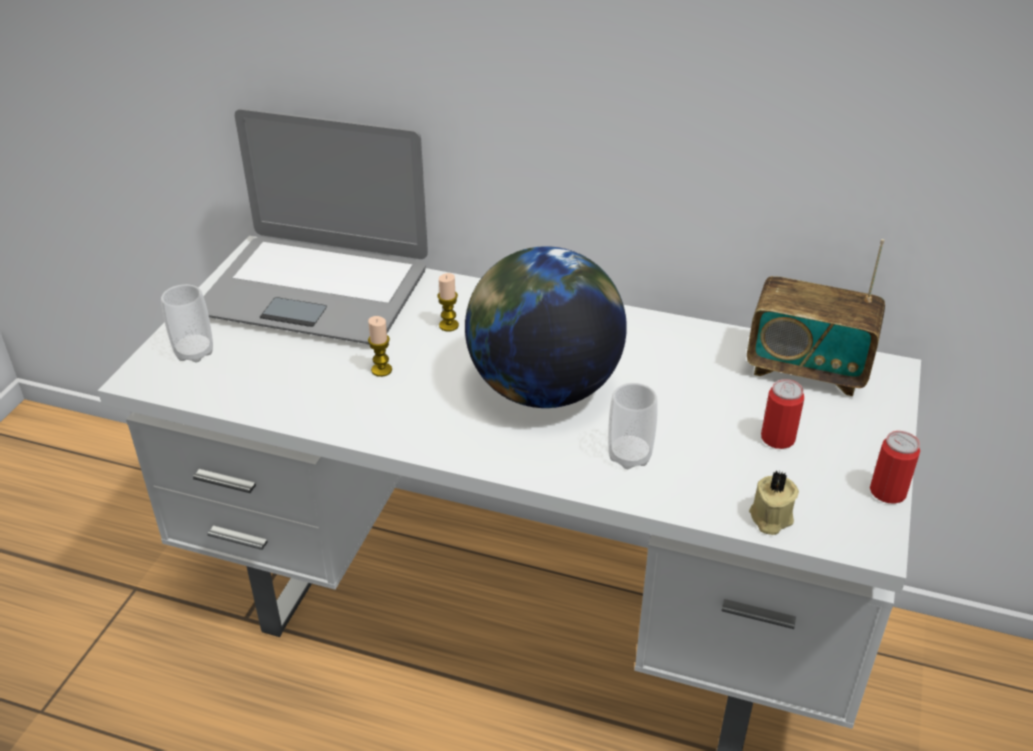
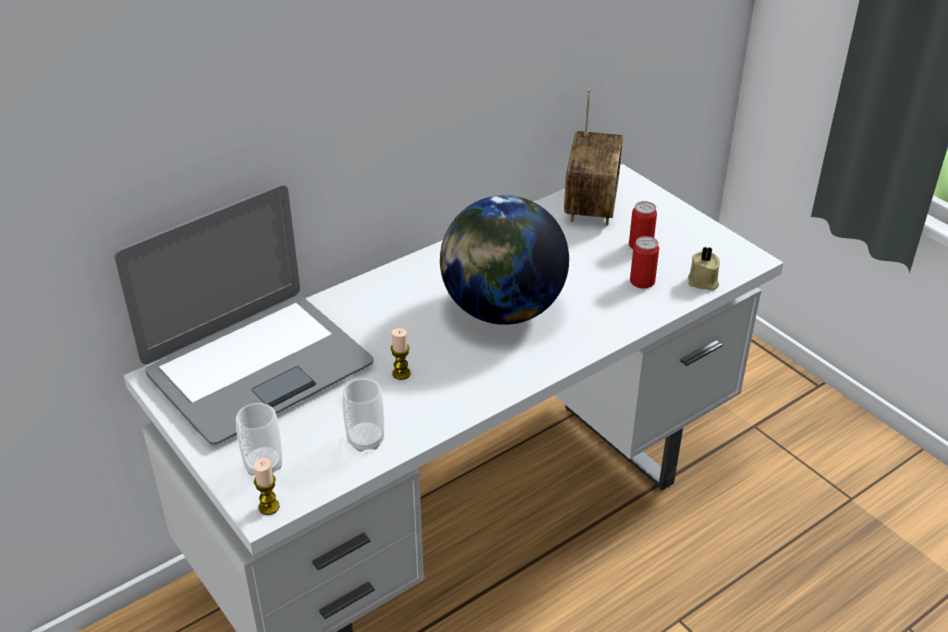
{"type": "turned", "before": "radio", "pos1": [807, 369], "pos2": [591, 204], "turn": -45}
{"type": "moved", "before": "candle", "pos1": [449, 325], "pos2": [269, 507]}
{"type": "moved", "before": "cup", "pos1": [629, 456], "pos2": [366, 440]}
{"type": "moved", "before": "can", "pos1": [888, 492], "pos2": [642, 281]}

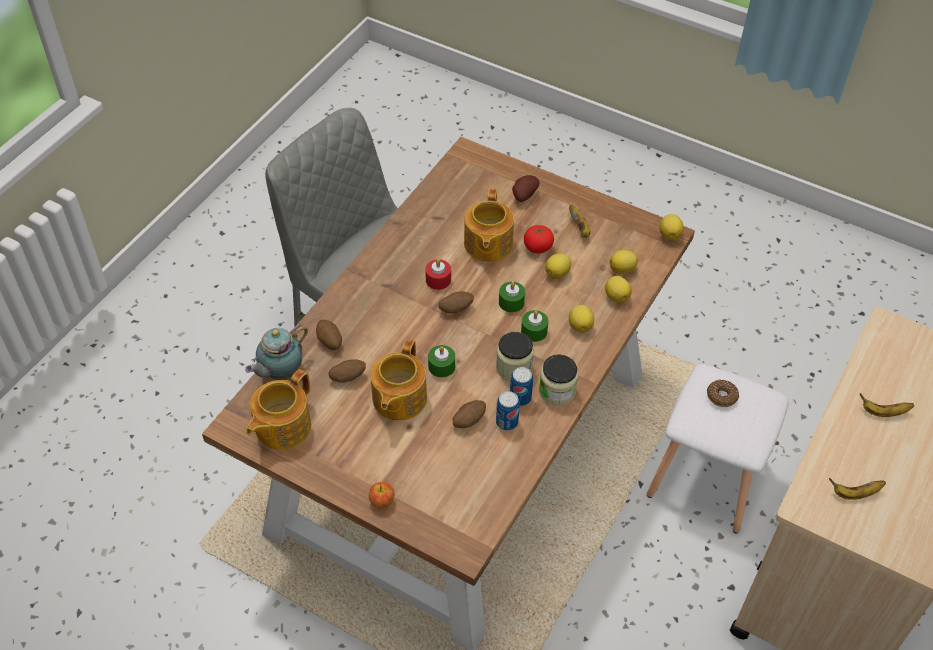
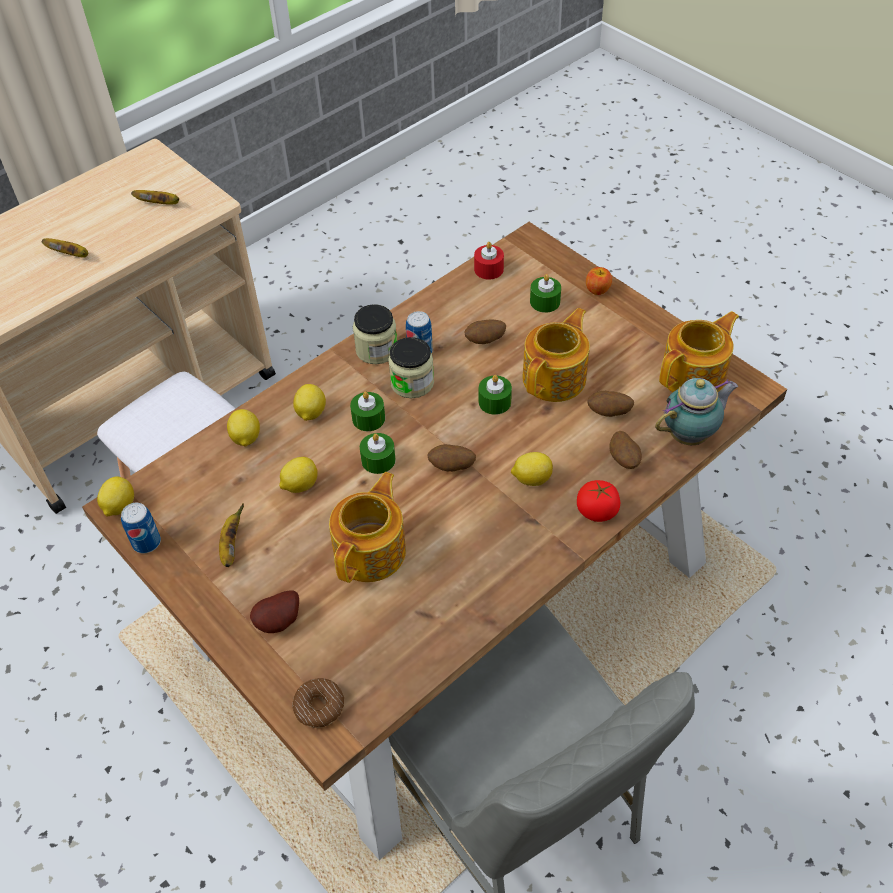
{"type": "moved", "before": "tomato", "pos1": [538, 247], "pos2": [597, 511]}
{"type": "moved", "before": "lemon", "pos1": [623, 270], "pos2": [531, 478]}
{"type": "moved", "before": "candle/red", "pos1": [438, 280], "pos2": [488, 269]}
{"type": "moved", "before": "donut", "pos1": [721, 396], "pos2": [319, 706]}
{"type": "moved", "before": "can", "pos1": [507, 422], "pos2": [146, 542]}
{"type": "added", "after": "candle/green", "pos2": [545, 302]}

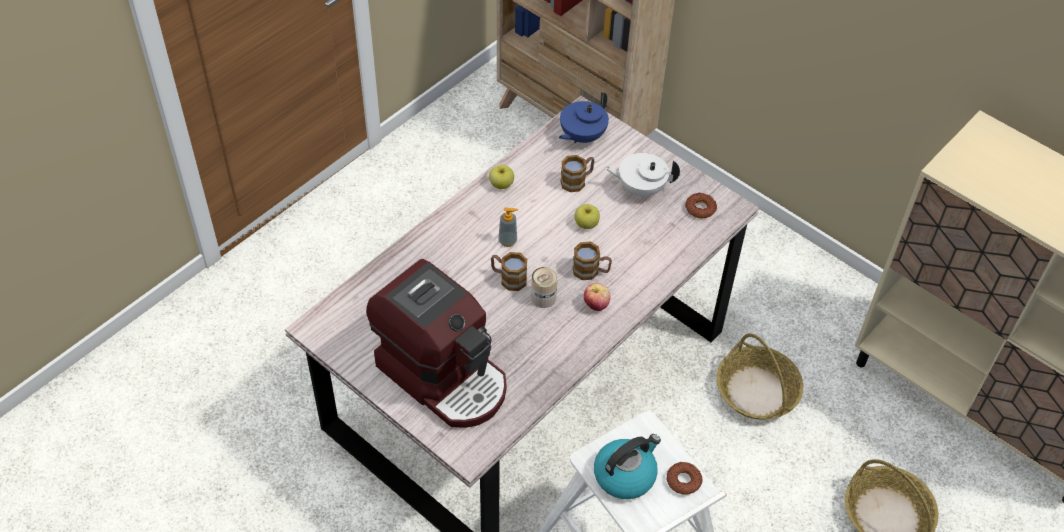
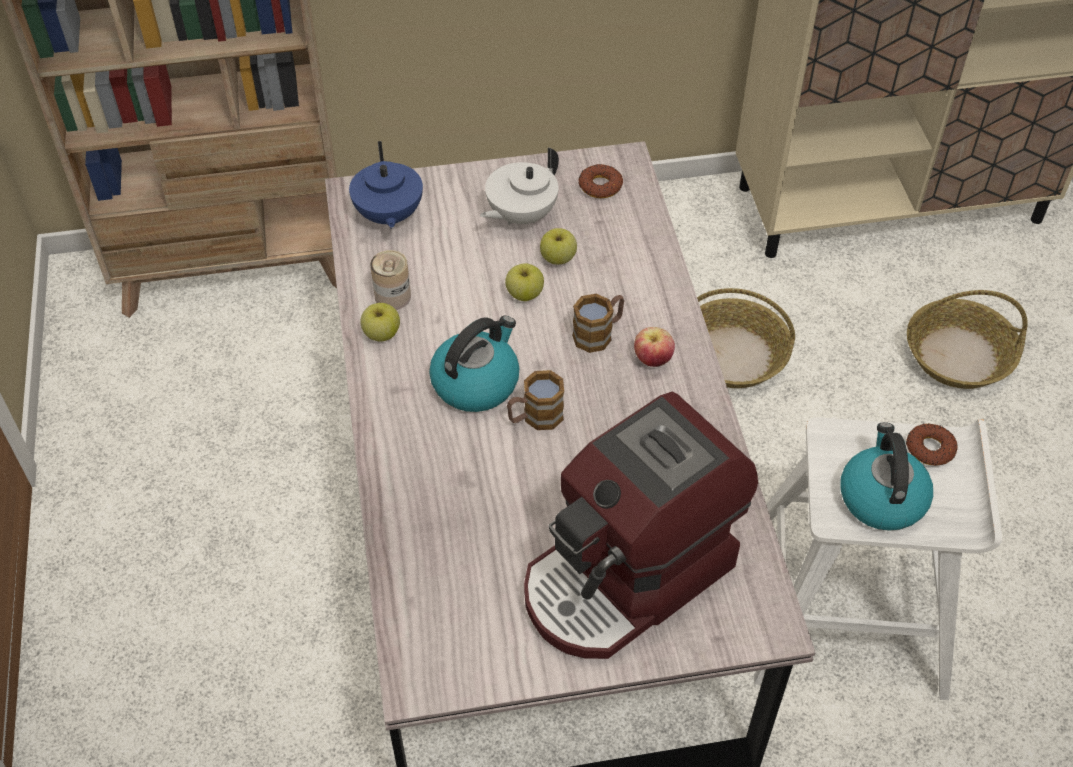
{"type": "removed", "before": "mug", "pos1": [577, 181]}
{"type": "replaced", "before": "soap dispenser", "after": "kettle", "pos1": [507, 241], "pos2": [476, 382]}
{"type": "turned", "before": "coffee machine", "pos1": [444, 375], "pos2": [628, 577], "turn": 150}
{"type": "moved", "before": "can", "pos1": [543, 297], "pos2": [393, 296]}
{"type": "added", "after": "apple", "pos2": [558, 258]}

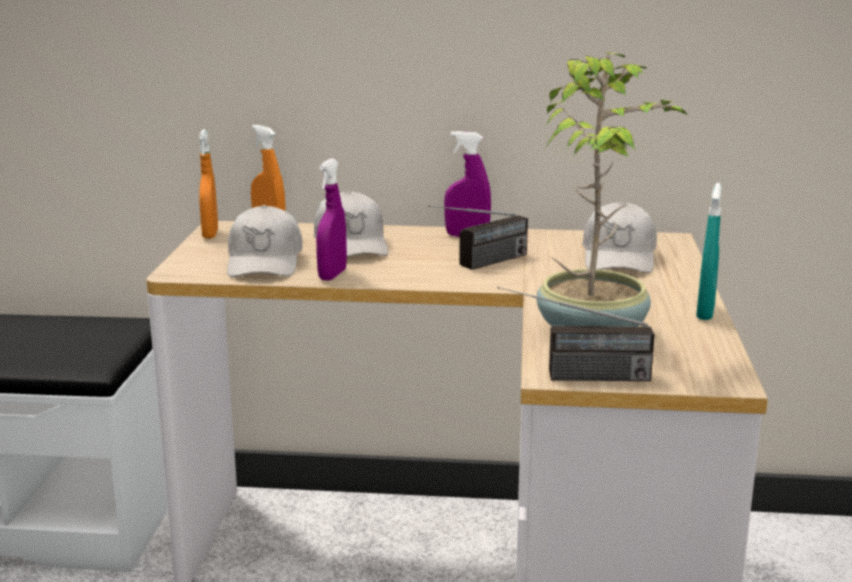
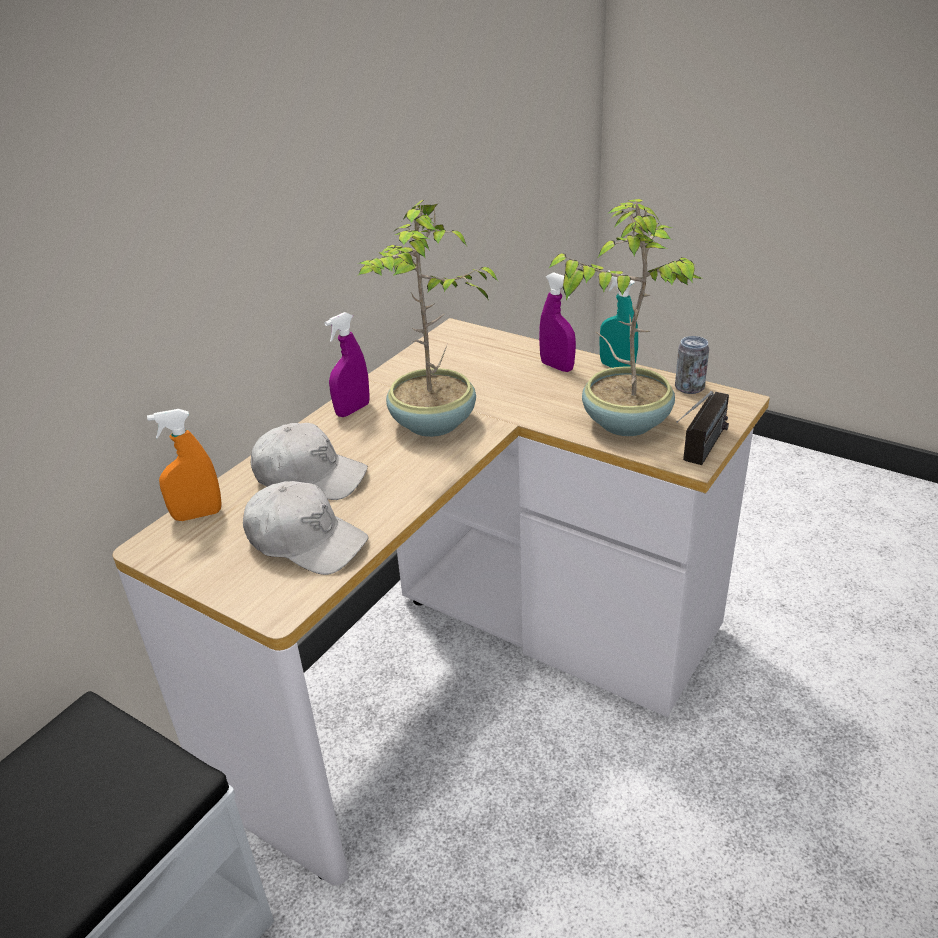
{"type": "removed", "before": "spray bottle/orange", "pos1": [210, 234]}
{"type": "moved", "before": "spray bottle/purple", "pos1": [332, 275], "pos2": [557, 367]}
{"type": "removed", "before": "cap/white", "pos1": [619, 258]}
{"type": "replaced", "before": "radio", "after": "potted plant", "pos1": [479, 264], "pos2": [433, 424]}
{"type": "added", "after": "can", "pos2": [689, 387]}

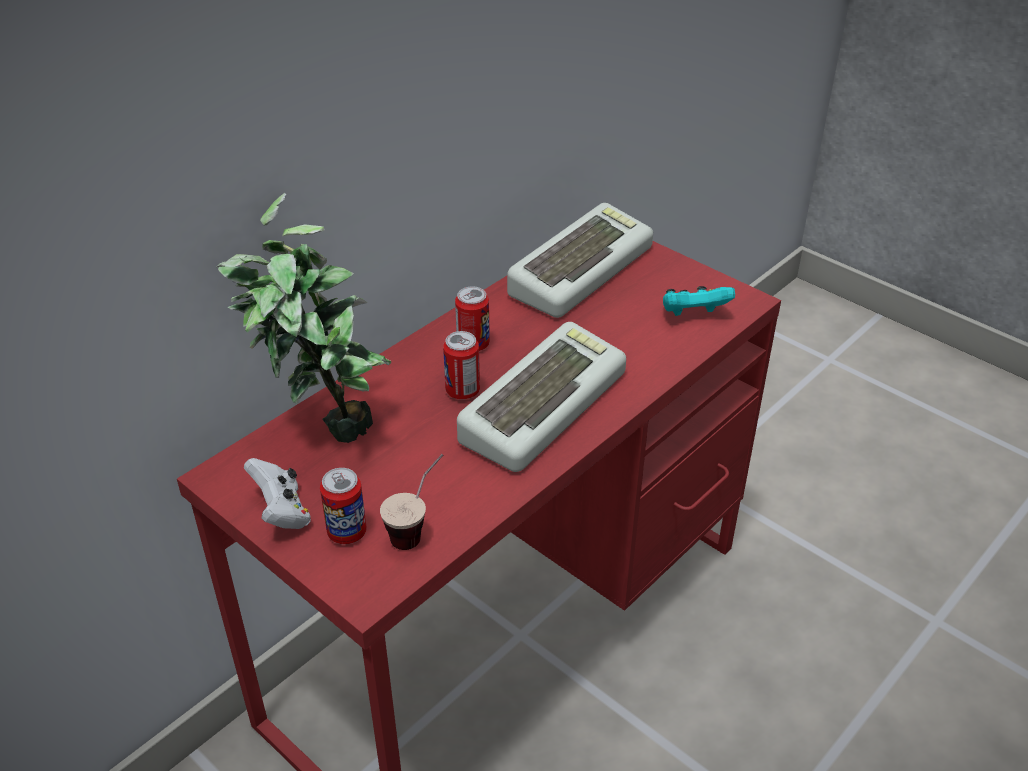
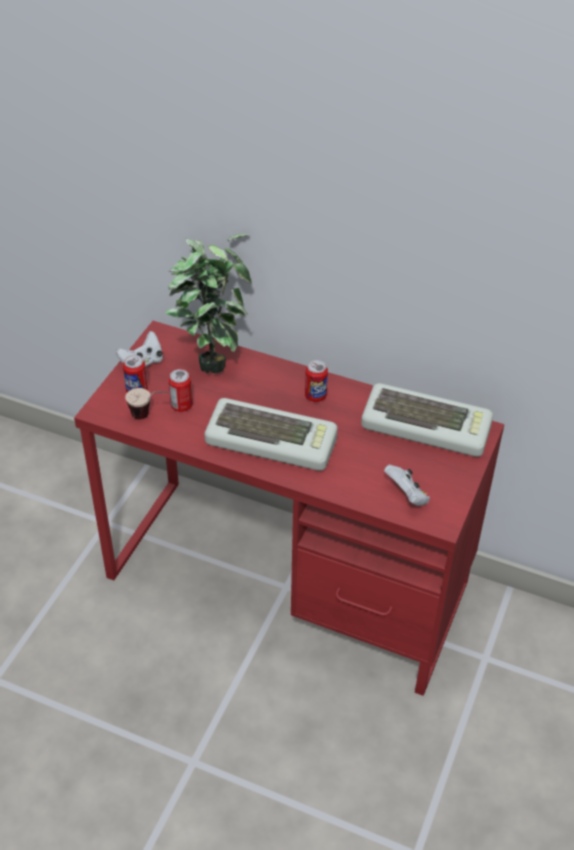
{"type": "recoloured", "before": "game controller/turquoise", "after": "game controller/white", "pos1": [693, 315], "pos2": [407, 496]}
{"type": "moved", "before": "can", "pos1": [462, 391], "pos2": [181, 406]}

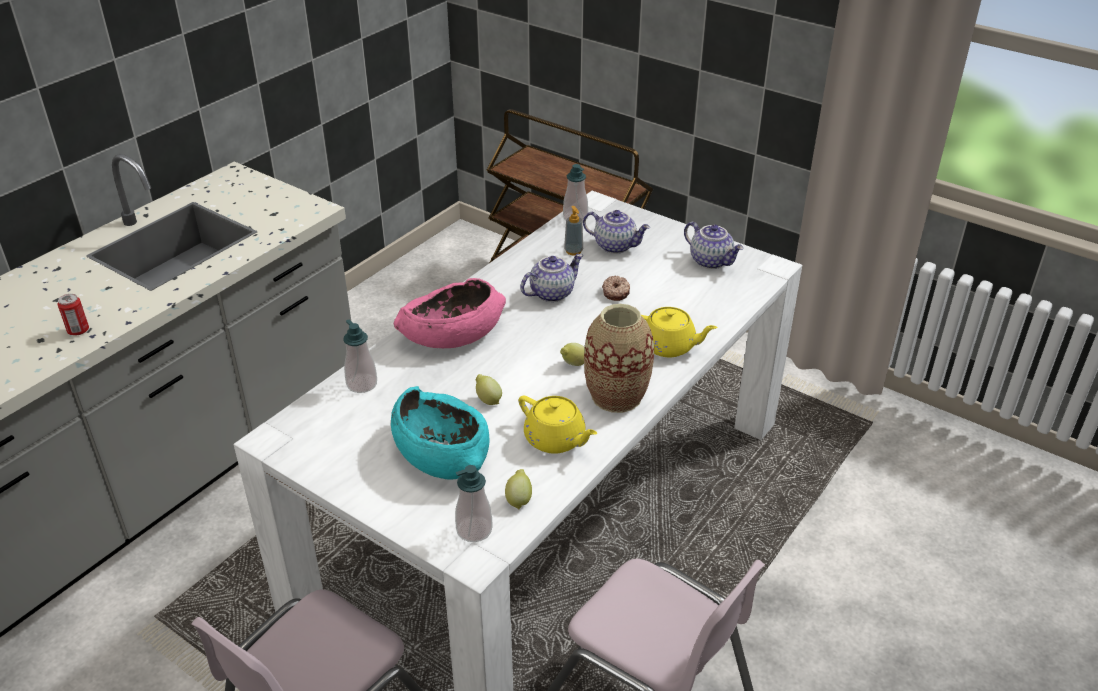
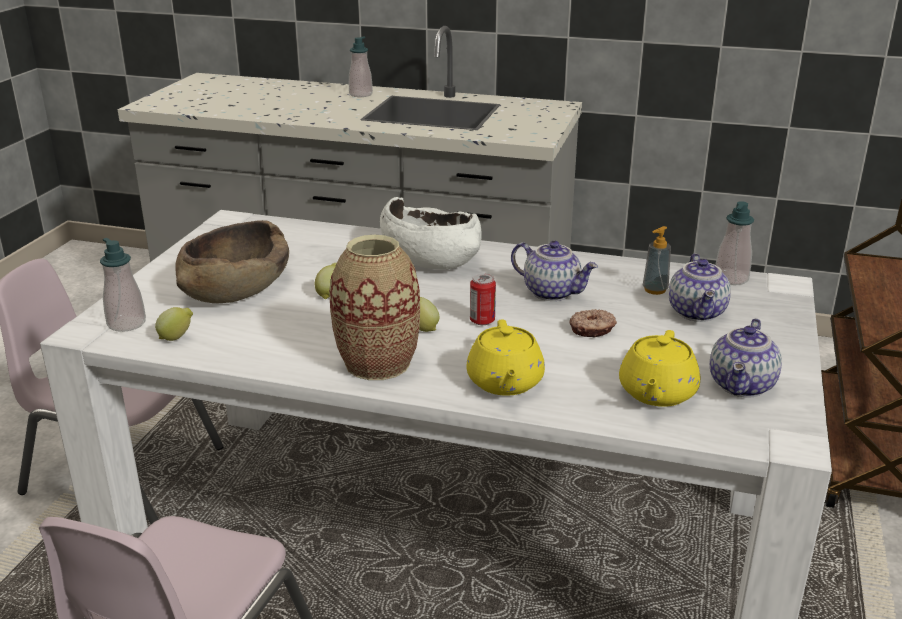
{"type": "recoloured", "before": "bowl/pink", "after": "bowl/white", "pos1": [451, 335], "pos2": [429, 257]}
{"type": "moved", "before": "can", "pos1": [78, 331], "pos2": [482, 321]}
{"type": "moved", "before": "soap dispenser", "pos1": [362, 384], "pos2": [360, 94]}
{"type": "recoloured", "before": "bowl/turquoise", "after": "bowl/brown", "pos1": [441, 453], "pos2": [236, 288]}
{"type": "moved", "before": "teapot/yellow", "pos1": [556, 440], "pos2": [656, 393]}

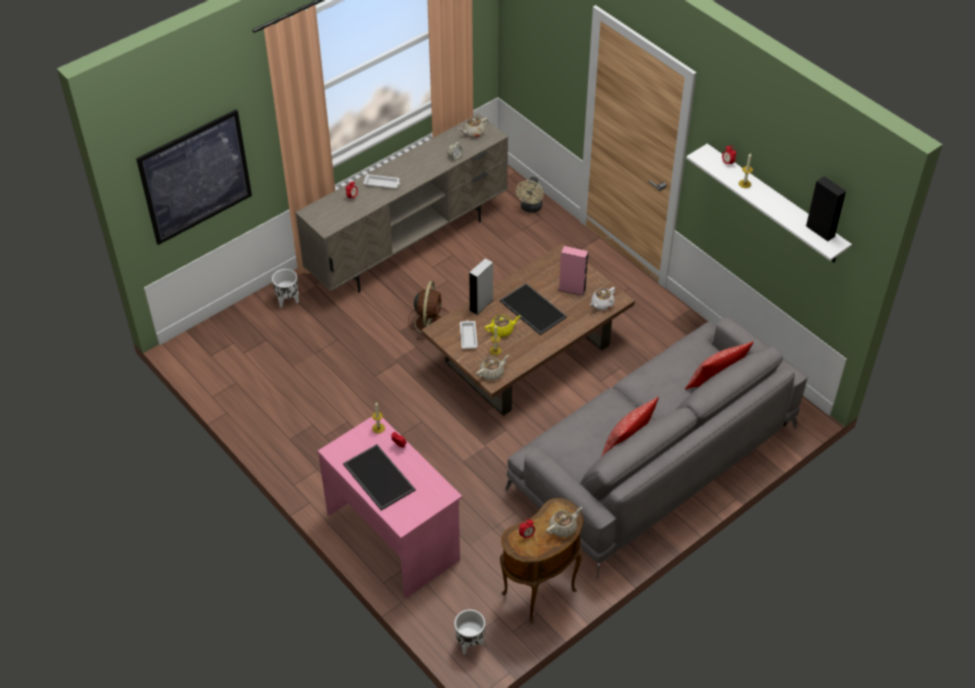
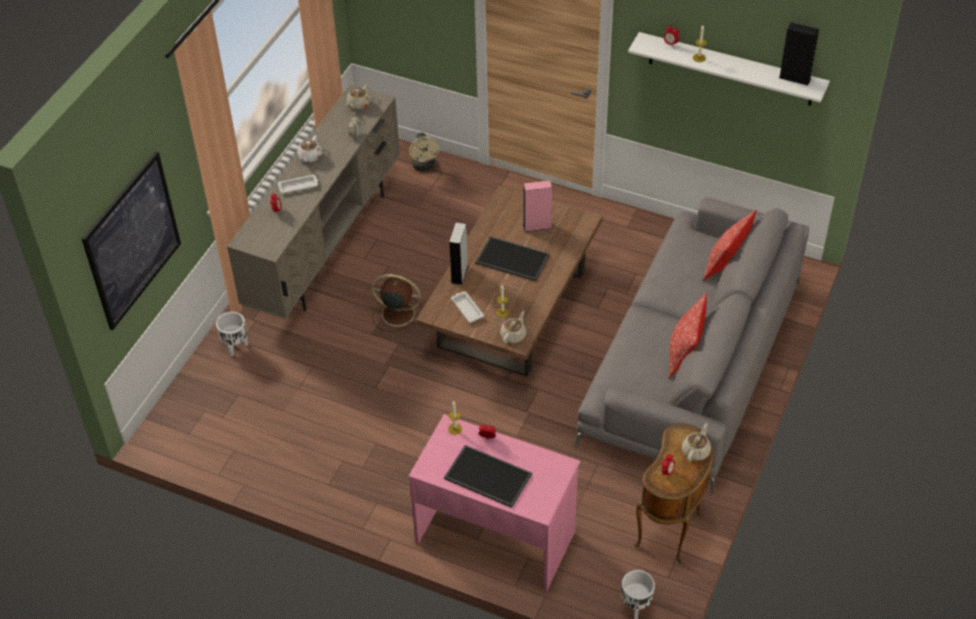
{"type": "turned", "before": "fan/brown", "pos1": [430, 322], "pos2": [396, 313], "turn": -60}
{"type": "moved", "before": "teapot/white", "pos1": [602, 304], "pos2": [309, 156]}
{"type": "removed", "before": "teapot/yellow", "pos1": [502, 330]}

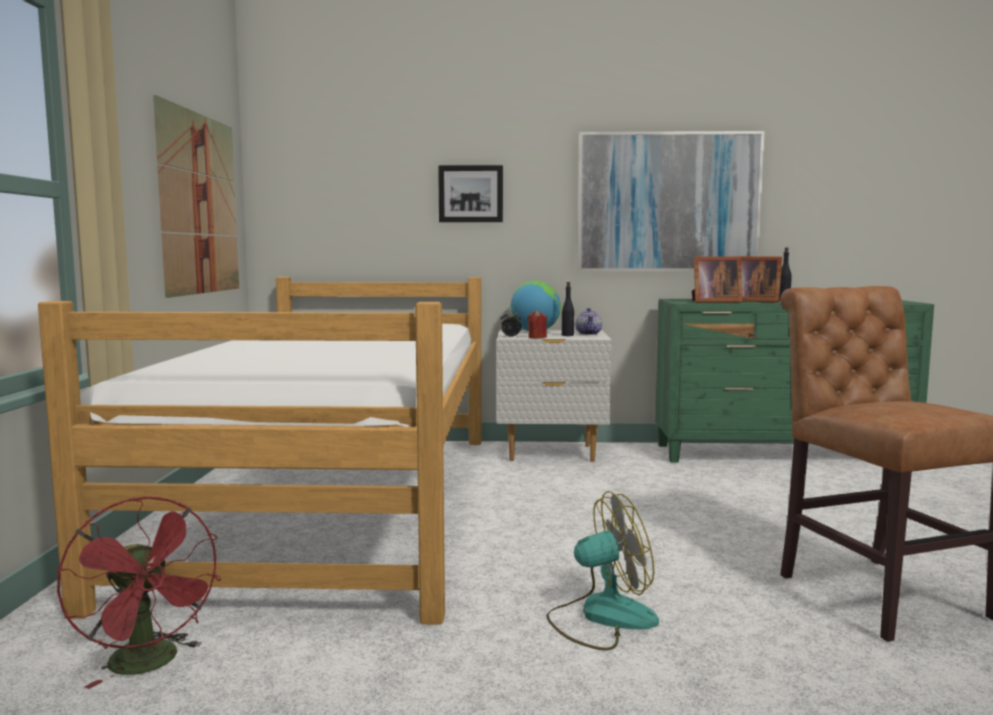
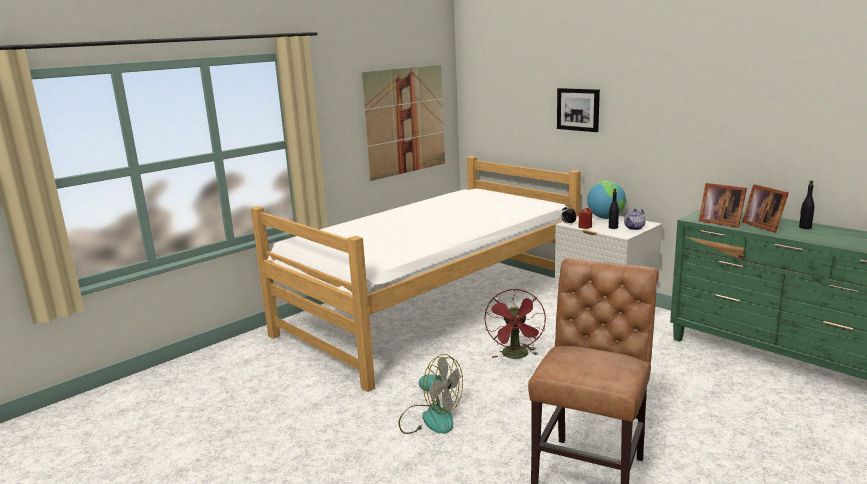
{"type": "removed", "before": "picture", "pos1": [667, 202]}
{"type": "moved", "before": "fan/red", "pos1": [150, 665], "pos2": [516, 356]}

